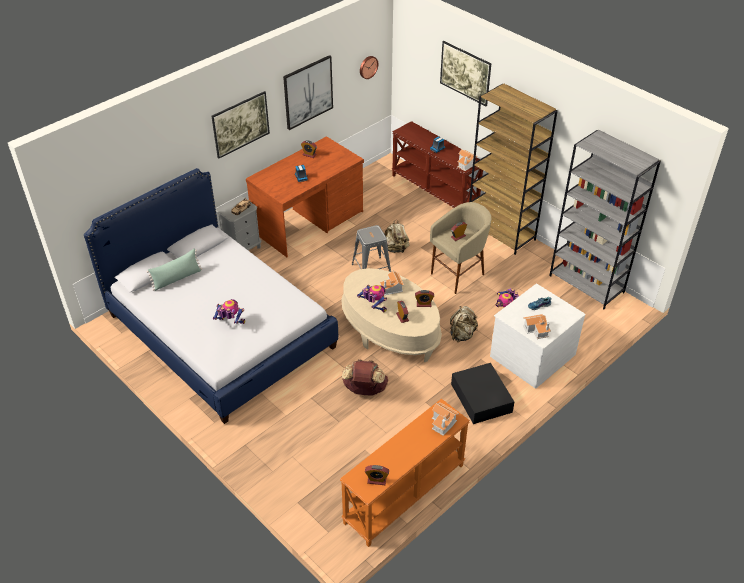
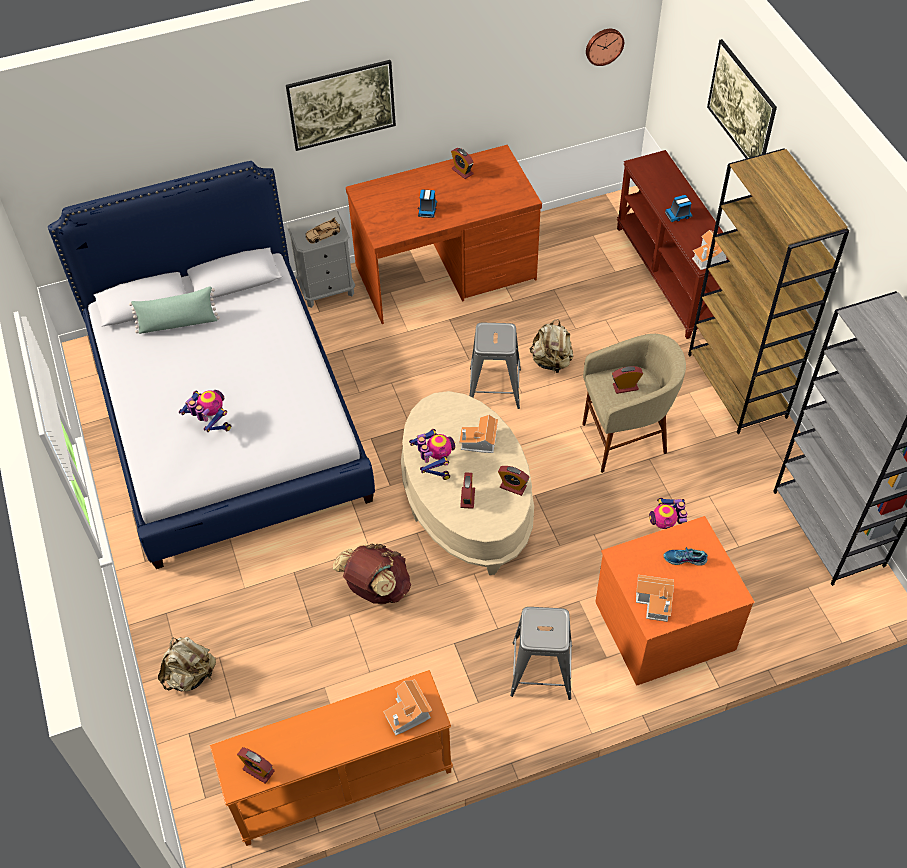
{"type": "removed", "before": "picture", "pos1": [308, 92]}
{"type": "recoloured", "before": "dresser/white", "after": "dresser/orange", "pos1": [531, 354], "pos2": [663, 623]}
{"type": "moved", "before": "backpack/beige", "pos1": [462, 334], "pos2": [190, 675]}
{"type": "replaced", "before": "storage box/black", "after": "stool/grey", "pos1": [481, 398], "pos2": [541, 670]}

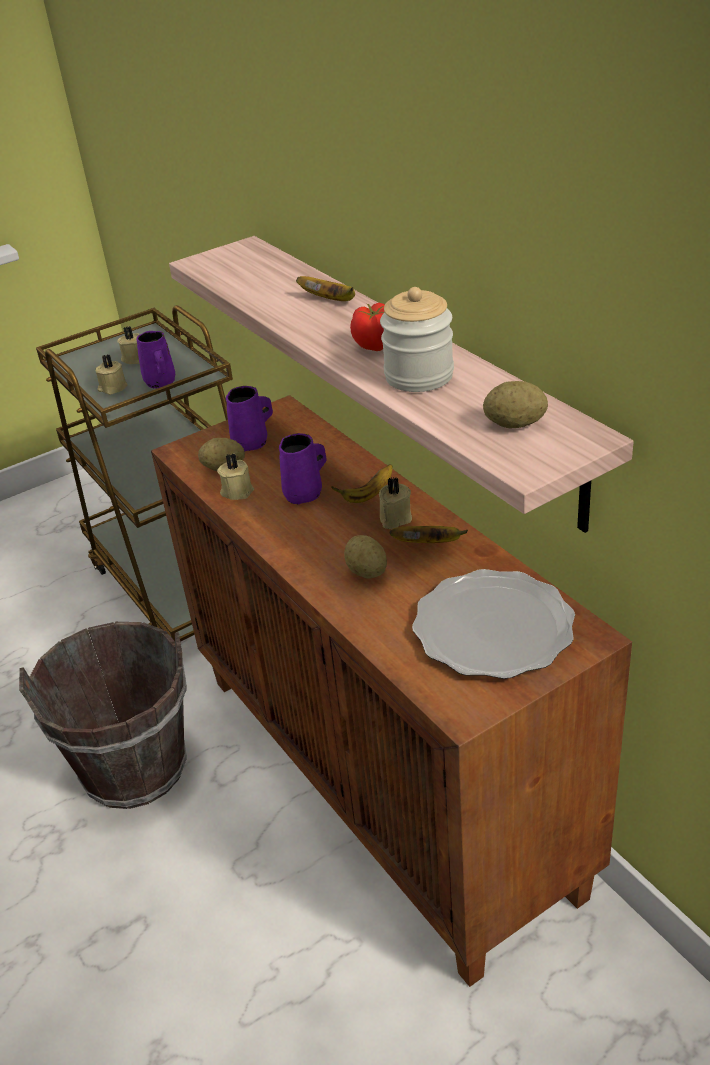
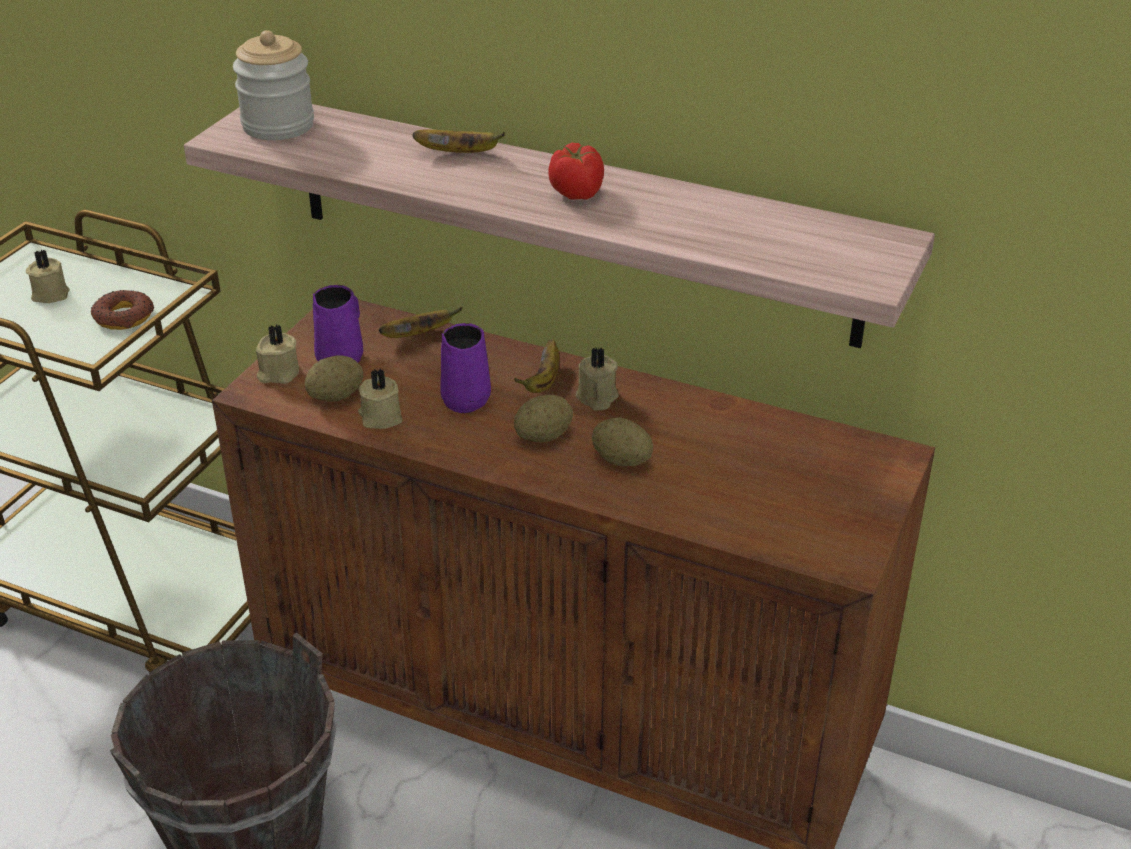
{"type": "moved", "before": "jar", "pos1": [419, 376], "pos2": [278, 126]}
{"type": "replaced", "before": "mug/purple", "after": "donut", "pos1": [160, 383], "pos2": [124, 317]}
{"type": "moved", "before": "candle/beige", "pos1": [112, 388], "pos2": [278, 373]}
{"type": "moved", "before": "potato", "pos1": [515, 424], "pos2": [543, 436]}
{"type": "moved", "before": "banana", "pos1": [429, 543], "pos2": [418, 335]}
{"type": "removed", "before": "plate", "pos1": [492, 629]}

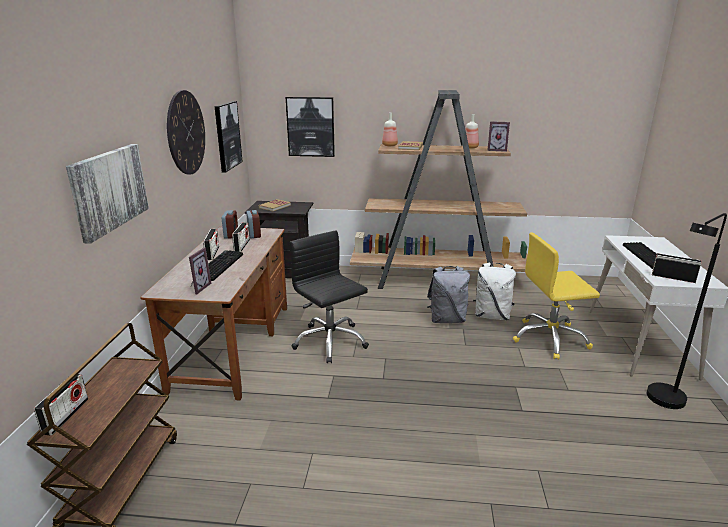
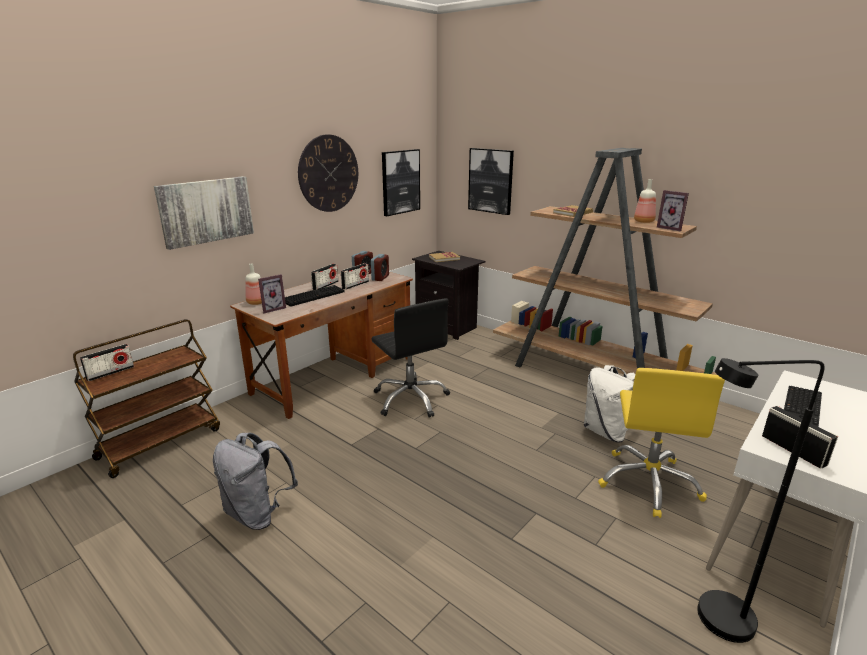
{"type": "moved", "before": "bottle", "pos1": [389, 145], "pos2": [257, 302]}
{"type": "turned", "before": "office chair/black", "pos1": [330, 342], "pos2": [411, 399], "turn": 150}
{"type": "turned", "before": "office chair/yellow", "pos1": [550, 339], "pos2": [649, 482], "turn": -105}
{"type": "moved", "before": "backpack/grey", "pos1": [447, 319], "pos2": [258, 514]}

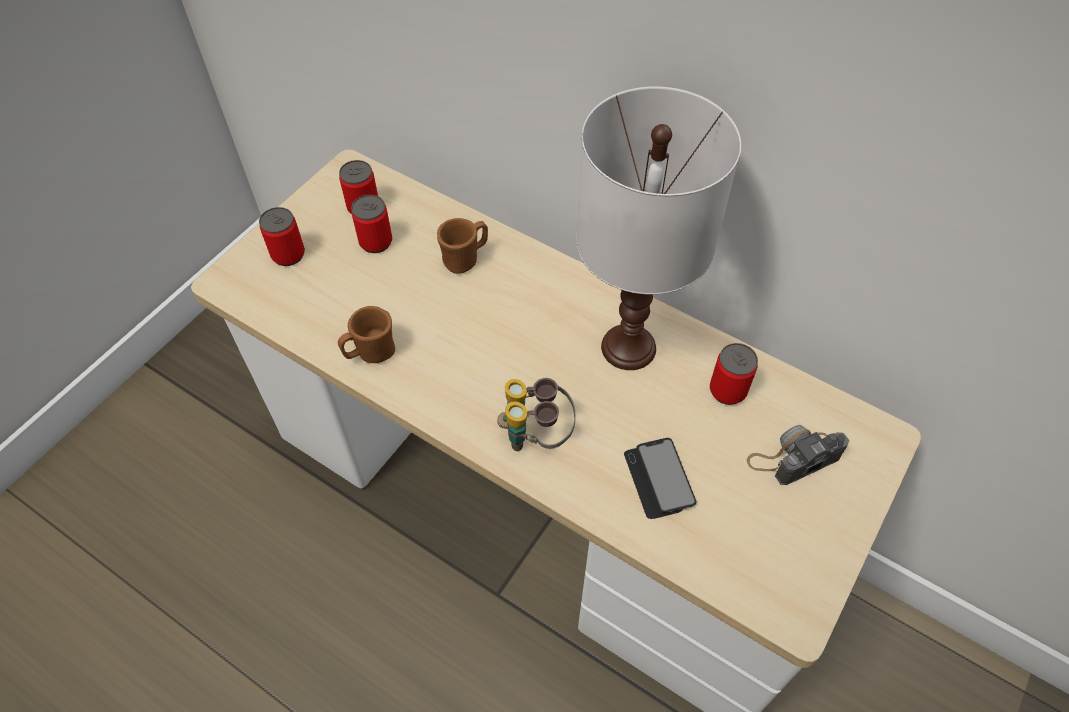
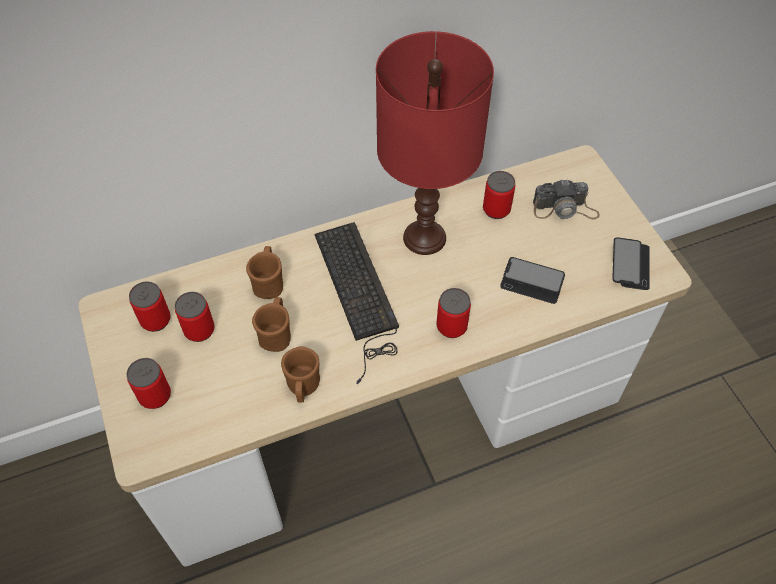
{"type": "recoloured", "before": "table lamp/white", "after": "table lamp/red", "pos1": [628, 348], "pos2": [425, 238]}
{"type": "replaced", "before": "binoculars", "after": "can", "pos1": [536, 434], "pos2": [451, 326]}
{"type": "turned", "before": "photo camera", "pos1": [794, 458], "pos2": [565, 209], "turn": -105}
{"type": "added", "after": "keyboard", "pos2": [358, 294]}
{"type": "added", "after": "phone", "pos2": [630, 265]}
{"type": "added", "after": "mug/brown", "pos2": [276, 335]}

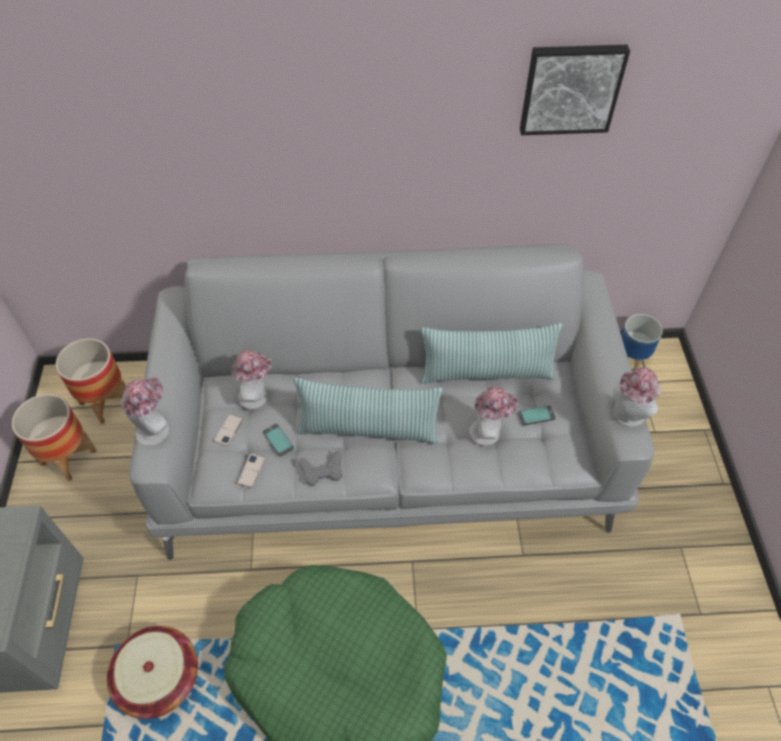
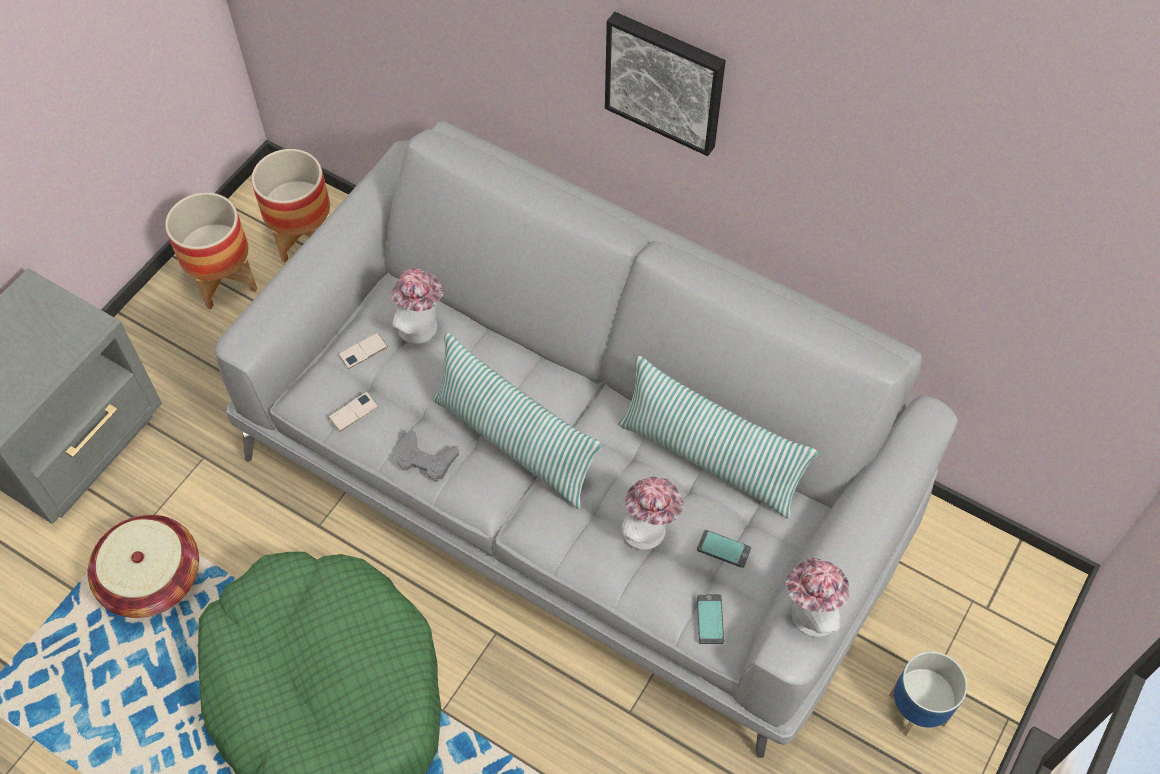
{"type": "moved", "before": "picture", "pos1": [571, 88], "pos2": [666, 80]}
{"type": "moved", "before": "planter", "pos1": [631, 358], "pos2": [917, 709]}
{"type": "removed", "before": "hat", "pos1": [155, 428]}
{"type": "moved", "before": "phone", "pos1": [278, 440], "pos2": [709, 619]}

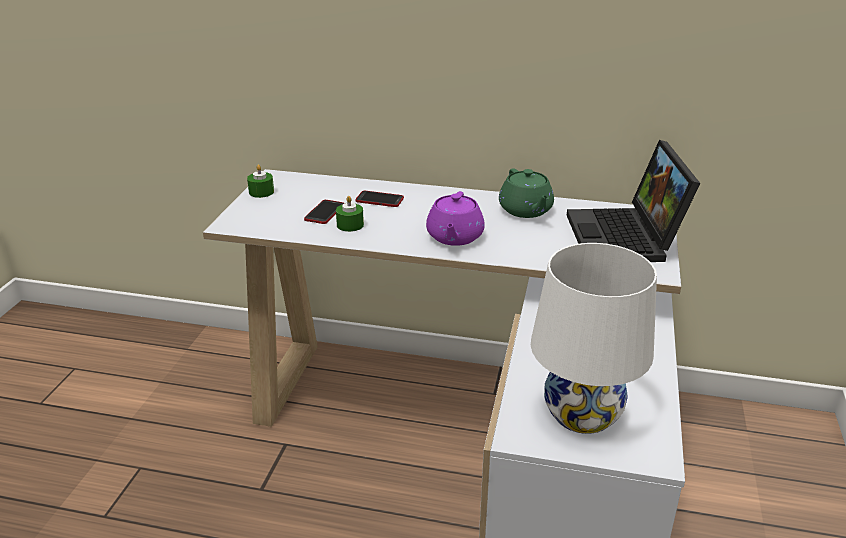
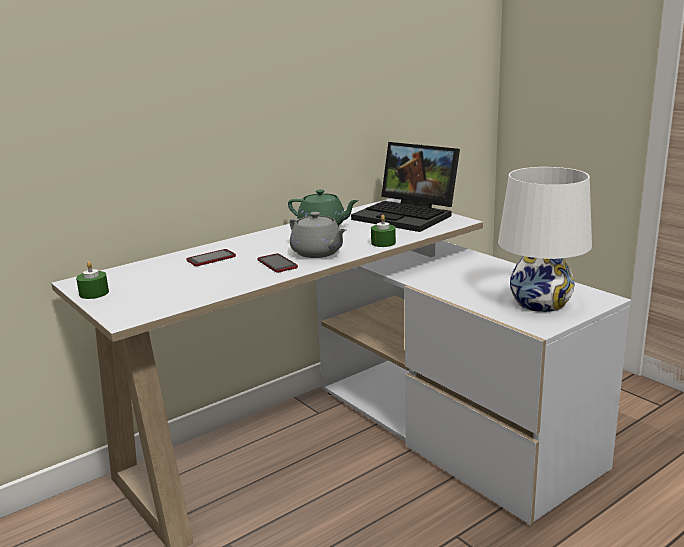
{"type": "recoloured", "before": "teapot/purple", "after": "teapot/grey", "pos1": [454, 237], "pos2": [318, 253]}
{"type": "moved", "before": "candle/green", "pos1": [350, 225], "pos2": [383, 243]}
{"type": "moved", "before": "phone", "pos1": [324, 213], "pos2": [277, 264]}

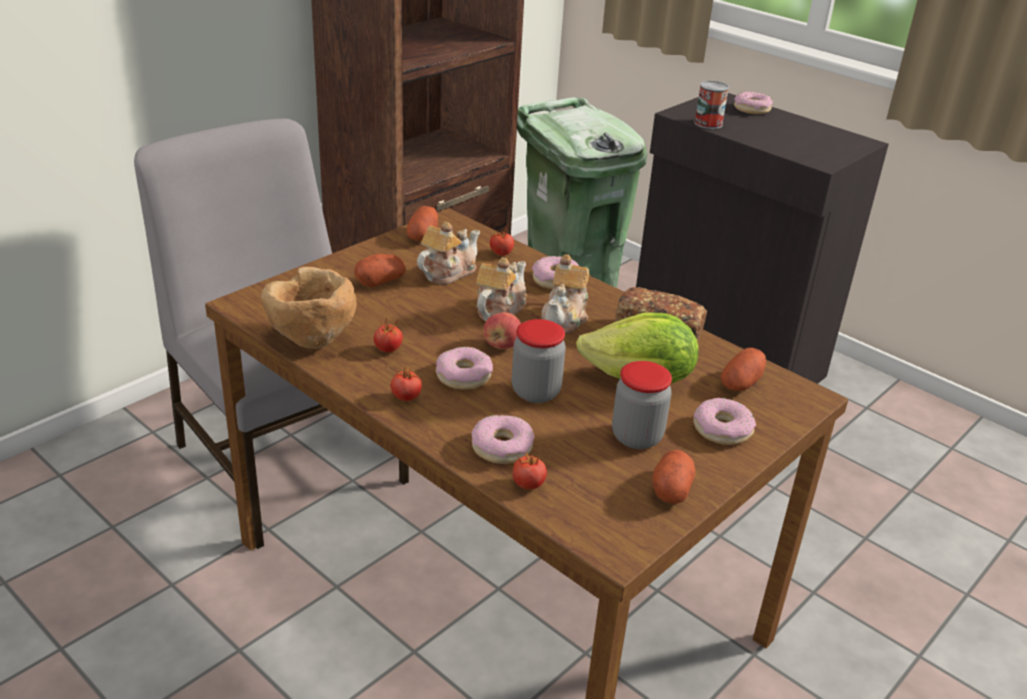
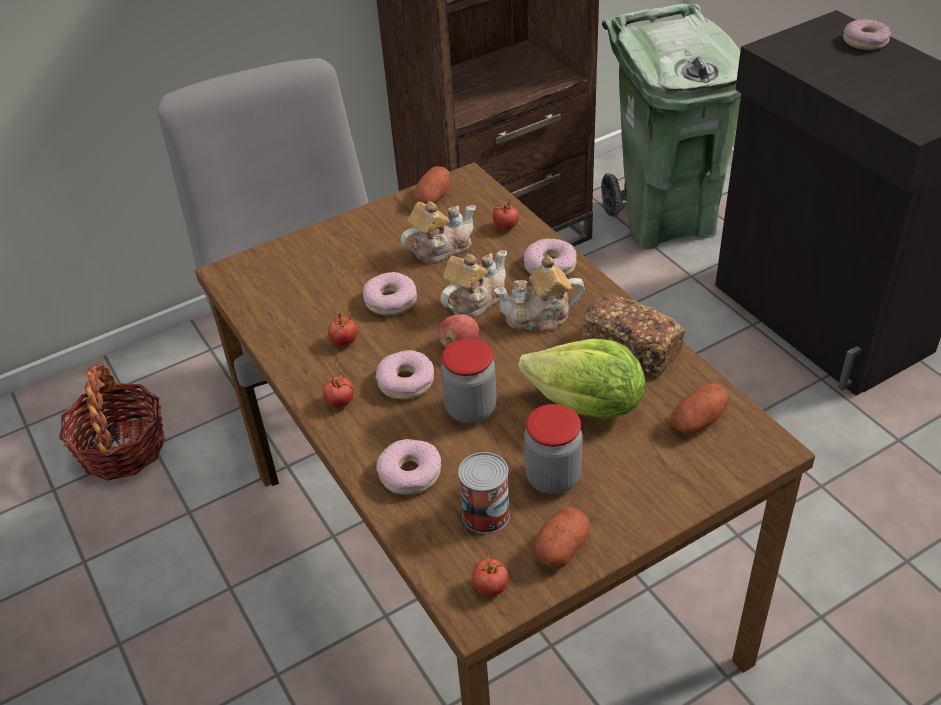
{"type": "moved", "before": "can", "pos1": [708, 123], "pos2": [486, 514]}
{"type": "removed", "before": "potato", "pos1": [380, 281]}
{"type": "turned", "before": "teapot", "pos1": [565, 318], "pos2": [539, 317], "turn": 45}
{"type": "removed", "before": "bowl/brown", "pos1": [311, 341]}
{"type": "moved", "before": "donut", "pos1": [722, 429], "pos2": [391, 301]}
{"type": "moved", "before": "tomato", "pos1": [528, 484], "pos2": [491, 587]}
{"type": "added", "after": "basket", "pos2": [122, 448]}

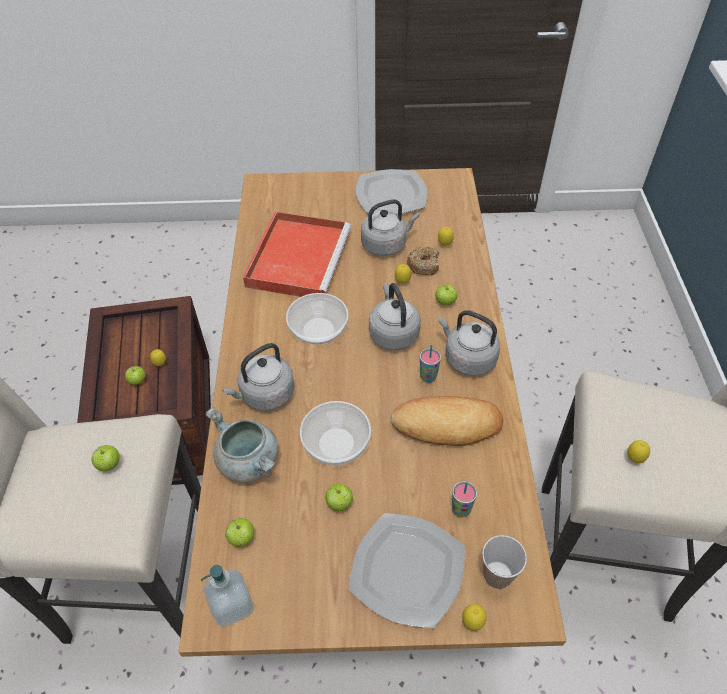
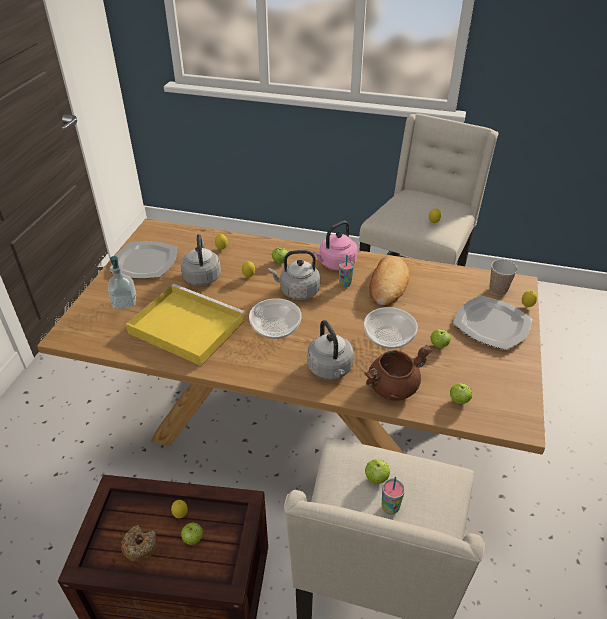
{"type": "recoloured", "before": "tray/red", "after": "tray/yellow", "pos1": [298, 257], "pos2": [184, 326]}
{"type": "moved", "before": "donut", "pos1": [423, 265], "pos2": [140, 546]}
{"type": "recoloured", "before": "kettle/grey", "after": "kettle/pink", "pos1": [467, 358], "pos2": [335, 264]}
{"type": "recoloured", "before": "cooking pot/grey", "after": "cooking pot/brown", "pos1": [249, 461], "pos2": [392, 387]}
{"type": "moved", "before": "cup", "pos1": [461, 510], "pos2": [390, 508]}
{"type": "moved", "before": "soap dispenser", "pos1": [232, 605], "pos2": [124, 302]}

